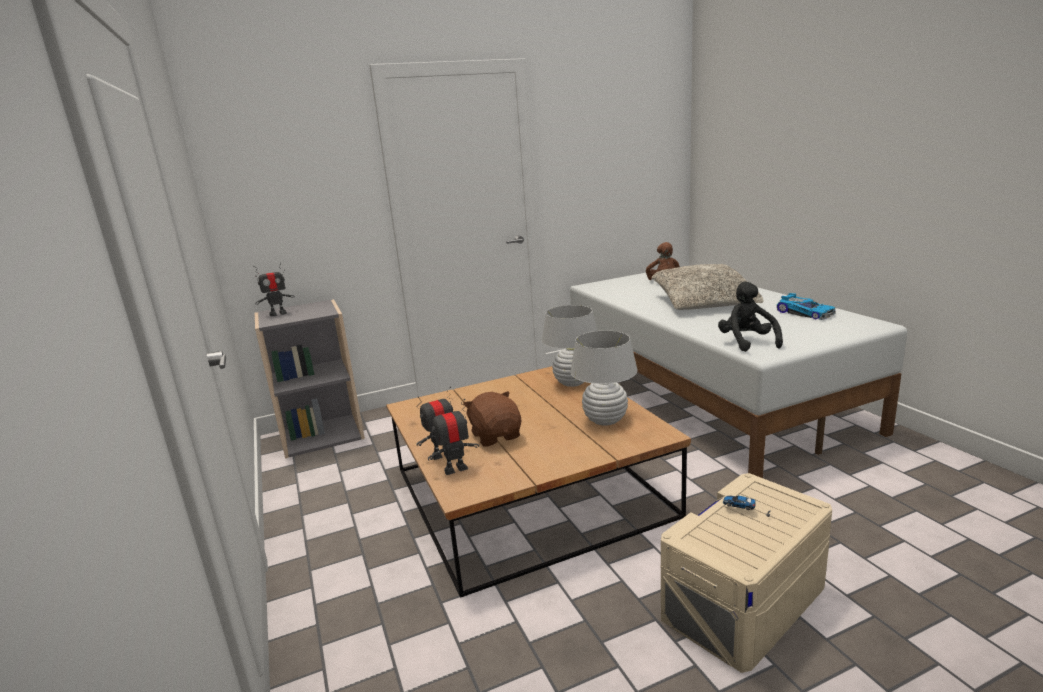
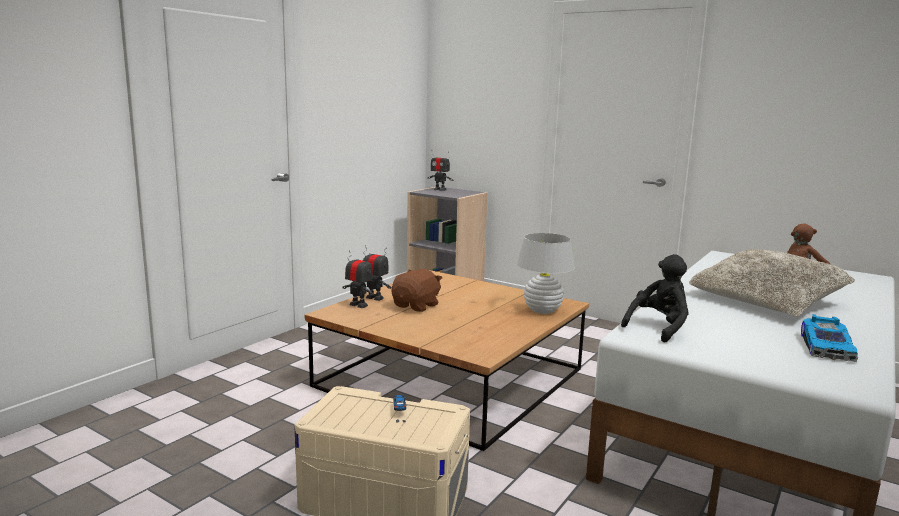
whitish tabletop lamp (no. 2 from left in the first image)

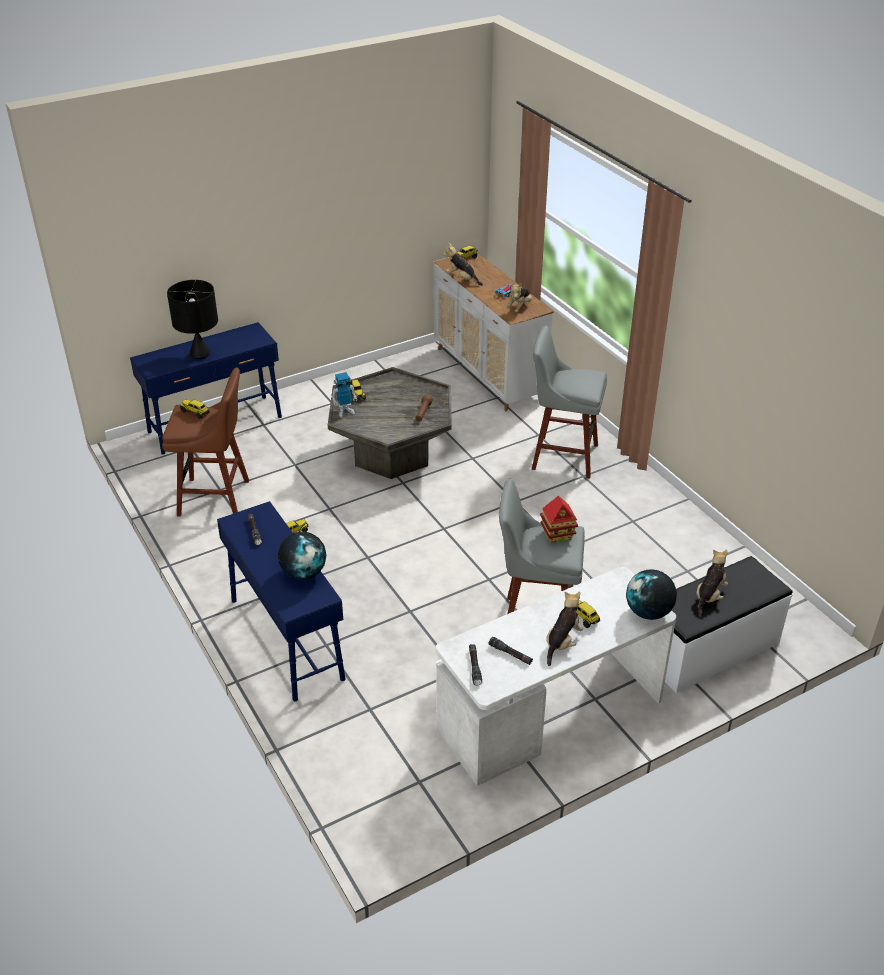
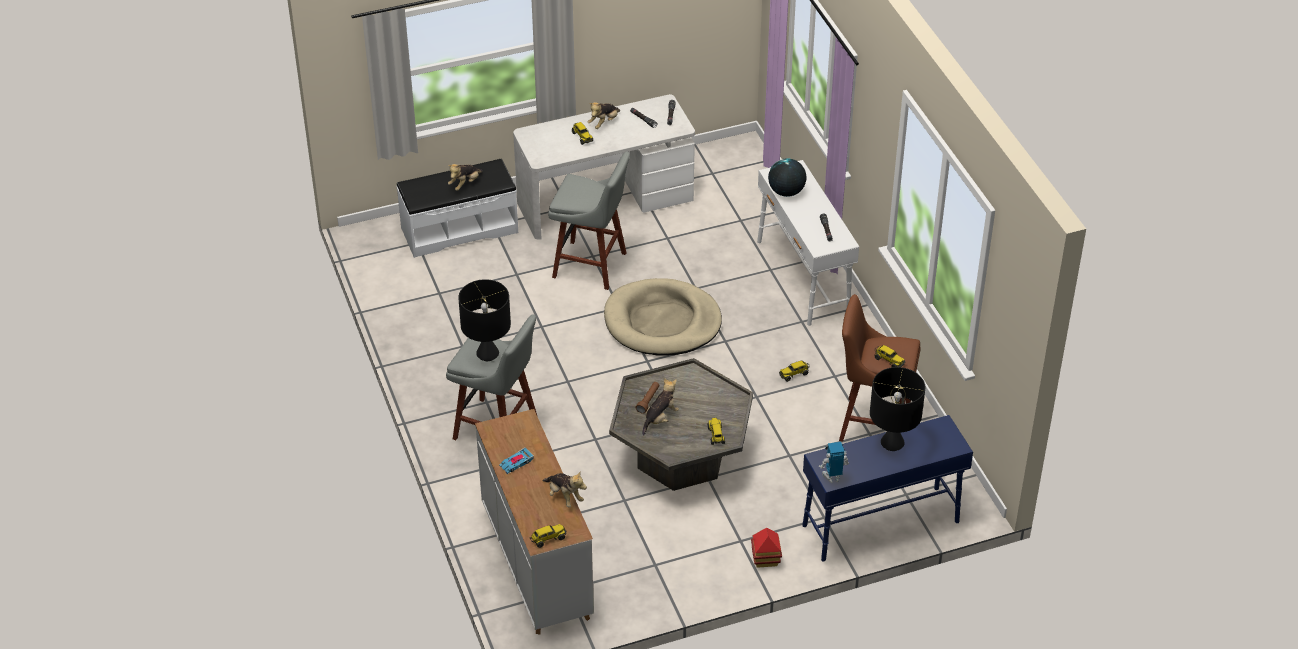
plush toy (no. 4 from left)
toy robot
miniature house
whitish hall table
desk globe (no. 2 from left in the first image)
beige-coloured dog cushion
black-coloured tabletop lamp (no. 1 from left)

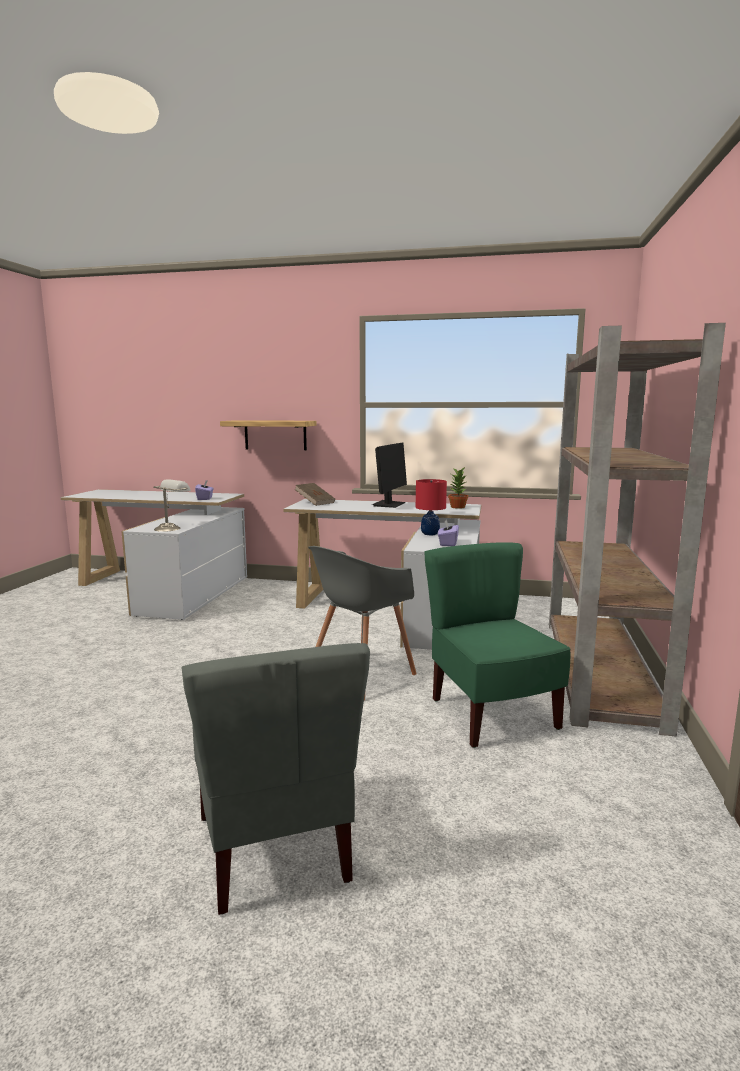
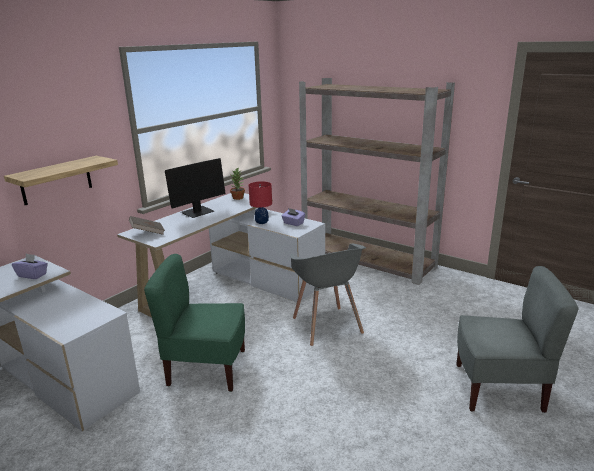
computer display
whitish tabletop lamp
greenish chair

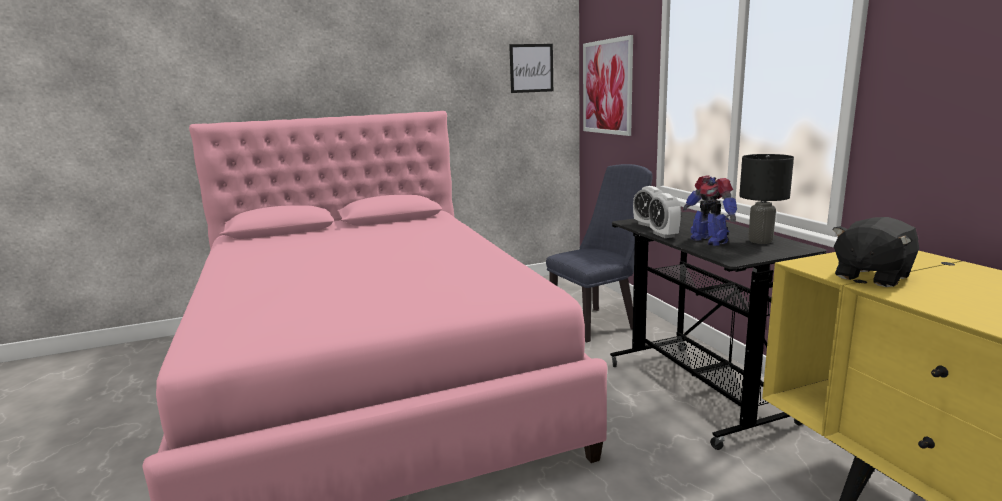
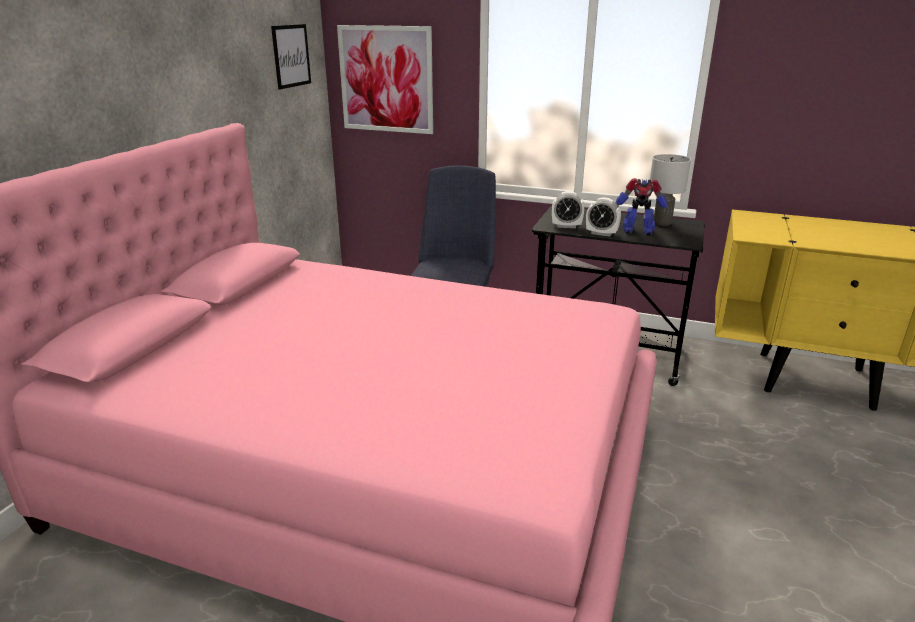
whitish tabletop lamp
black-coloured plush toy

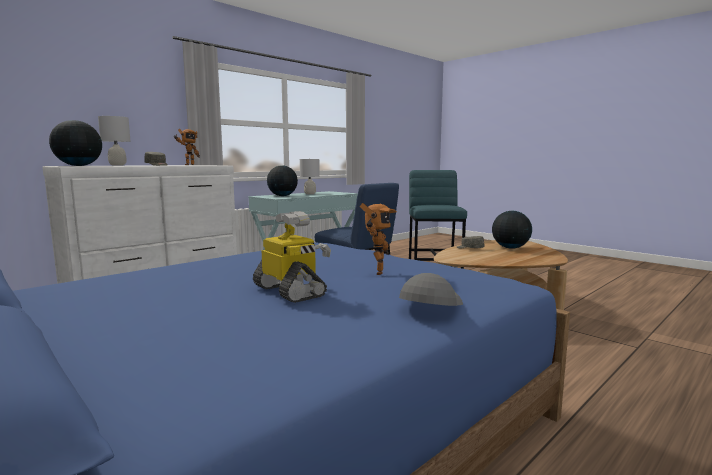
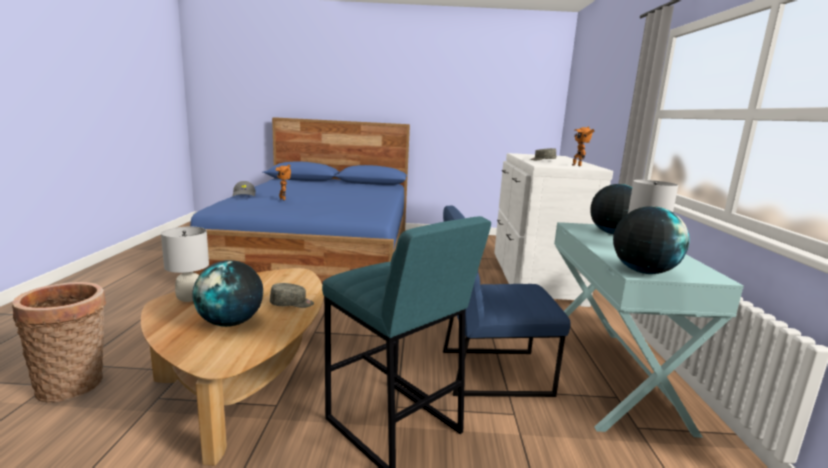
grey tabletop lamp (no. 1 from left)
desk globe (no. 3 from left)
toy robot (no. 2 from left in the first image)
storage basket

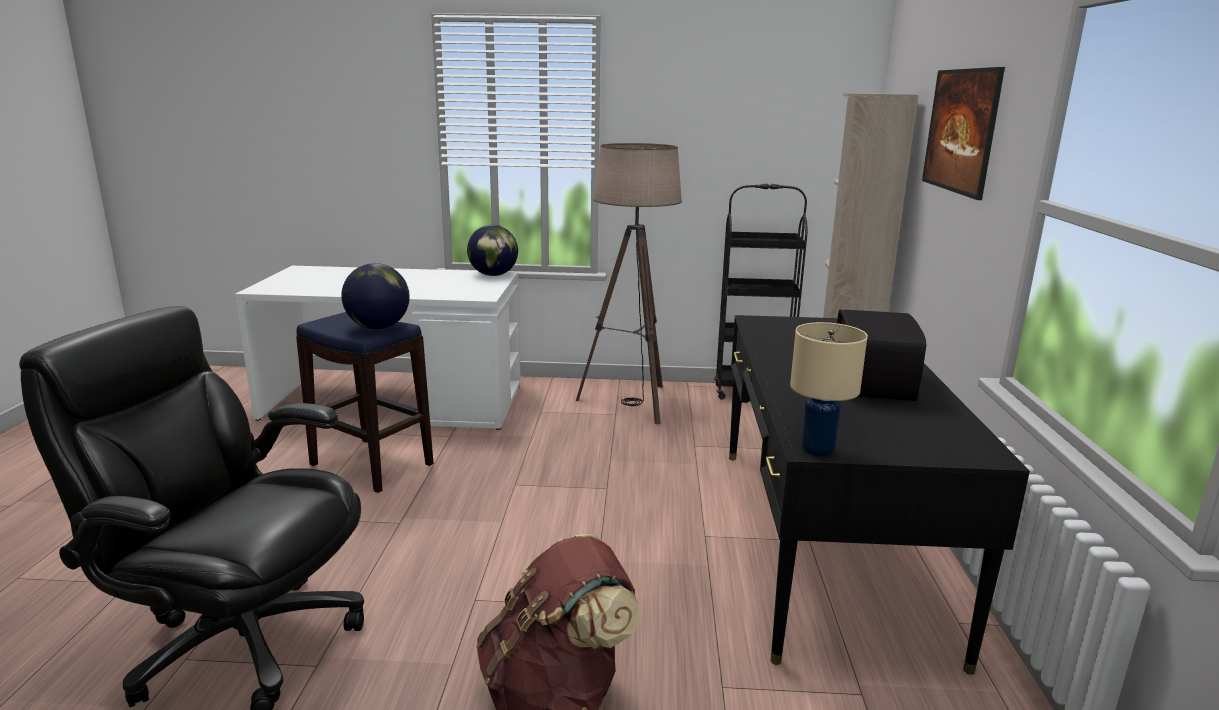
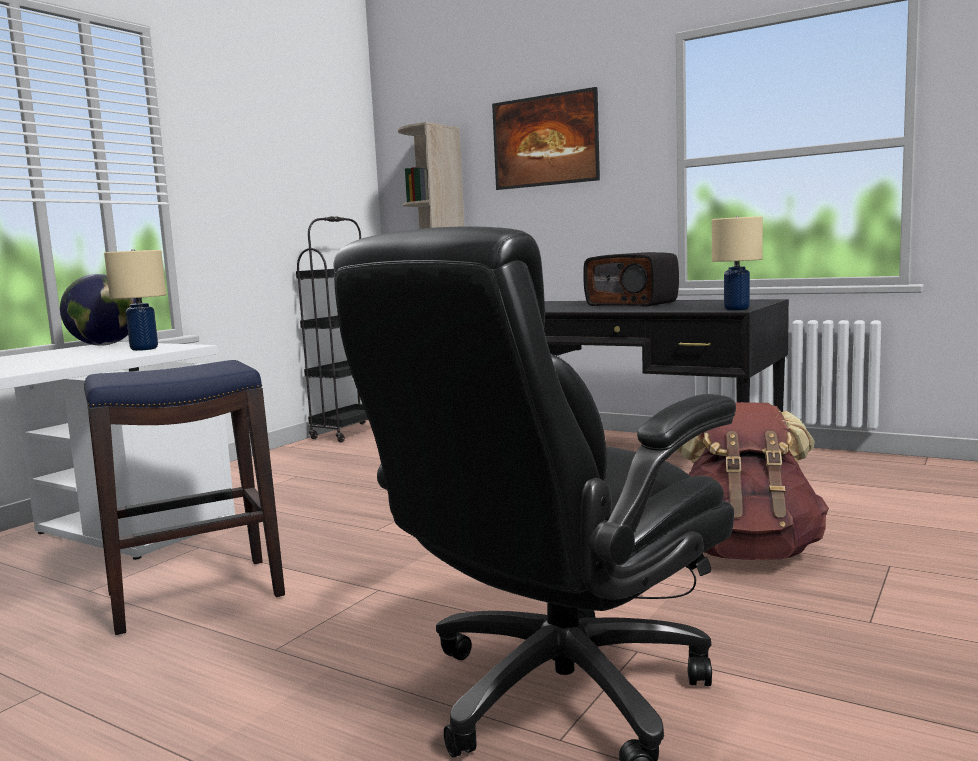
standing lamp
desk globe (no. 1 from left in the first image)
beige-coloured tabletop lamp (no. 1 from left)

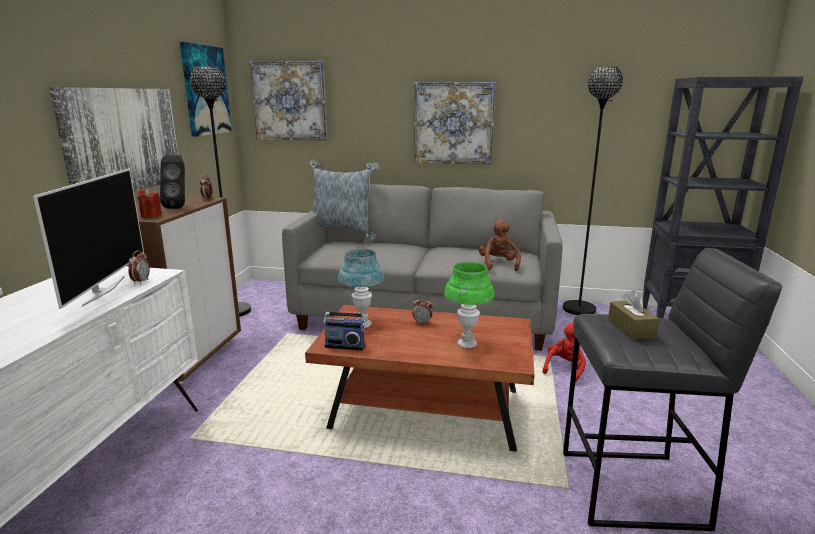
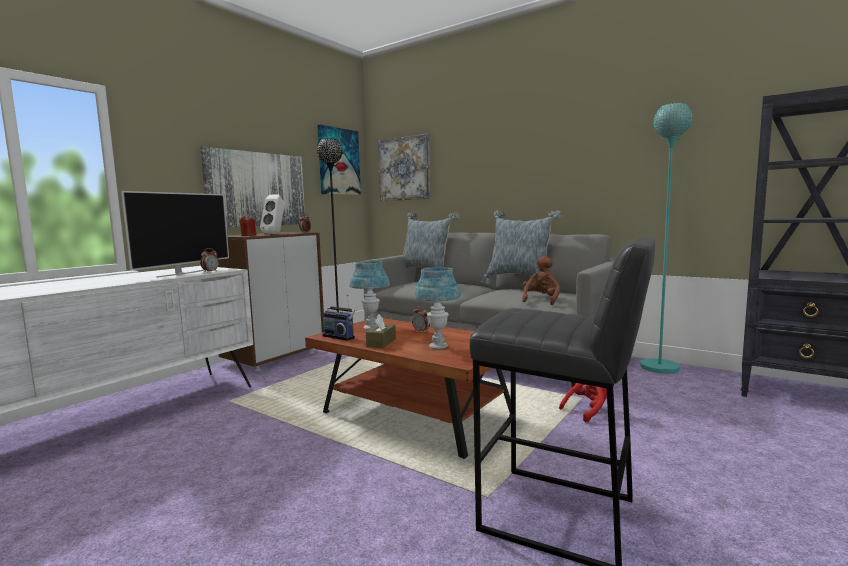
blue-green standing lamp
picture (no. 4 from left in the first image)
whitish speaker
blue tabletop lamp (no. 2 from left)
brownish tissue holder
throw pillow (no. 2 from left)

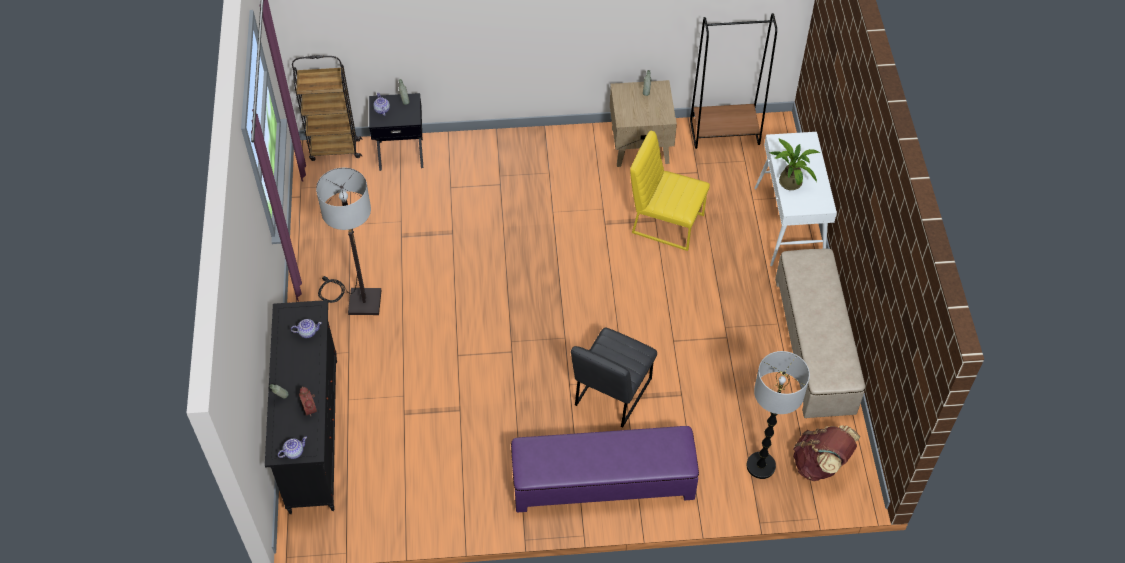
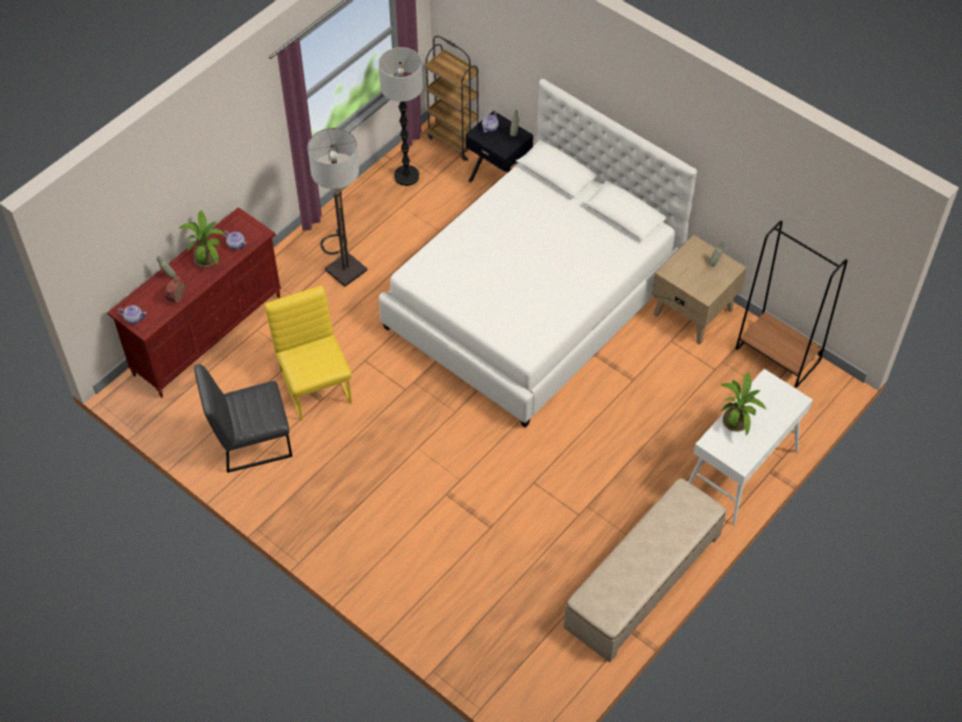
yellow-coloured chair
red dresser
grey chair
standing lamp (no. 2 from left)
brownish rucksack
purplish bench
whitish bed
potted plant (no. 1 from left)

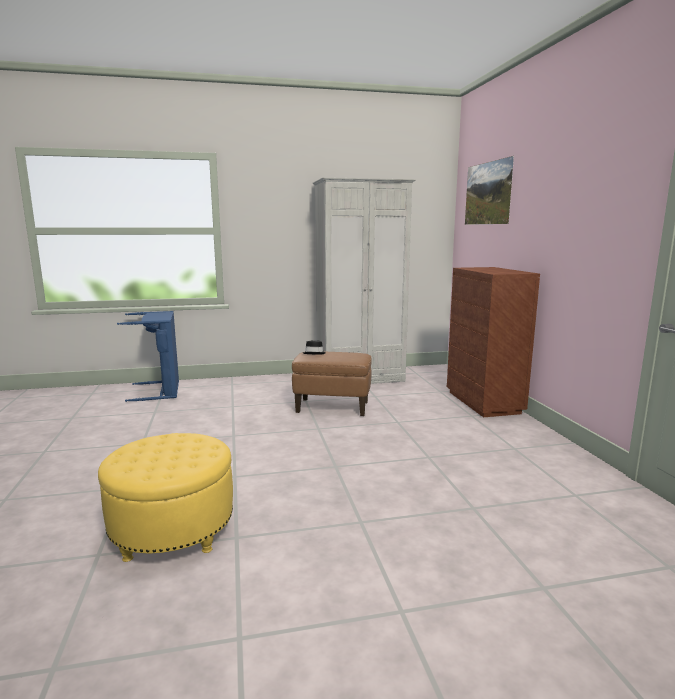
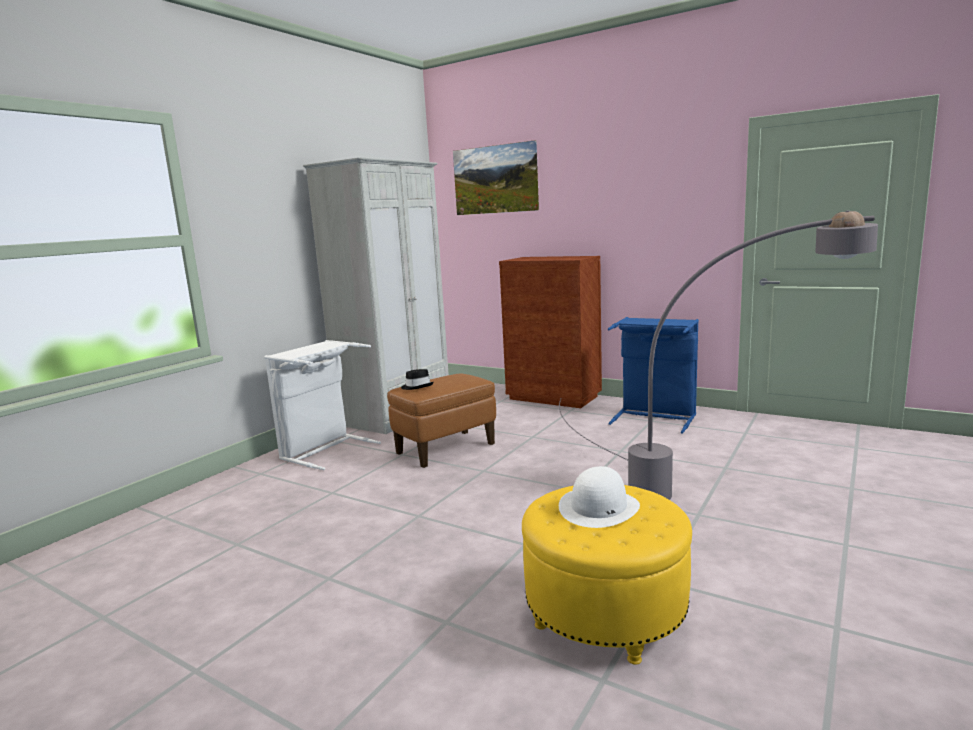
blue washing basket
grey standing lamp
whitish washing basket
whitish hat

